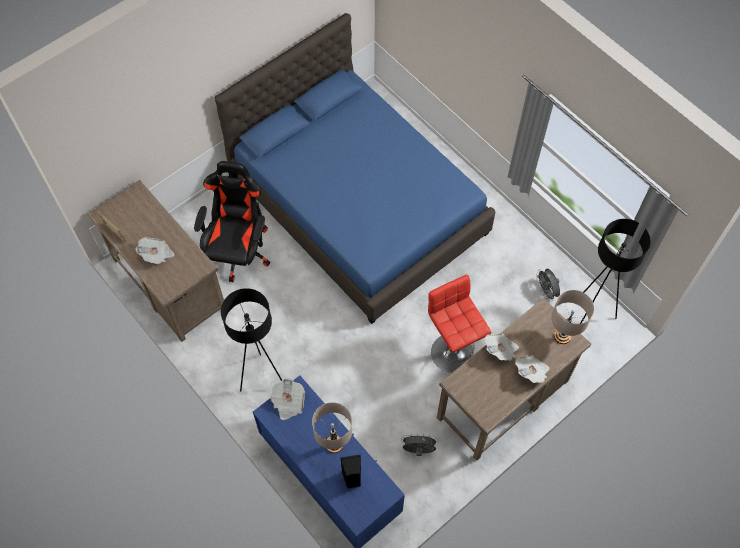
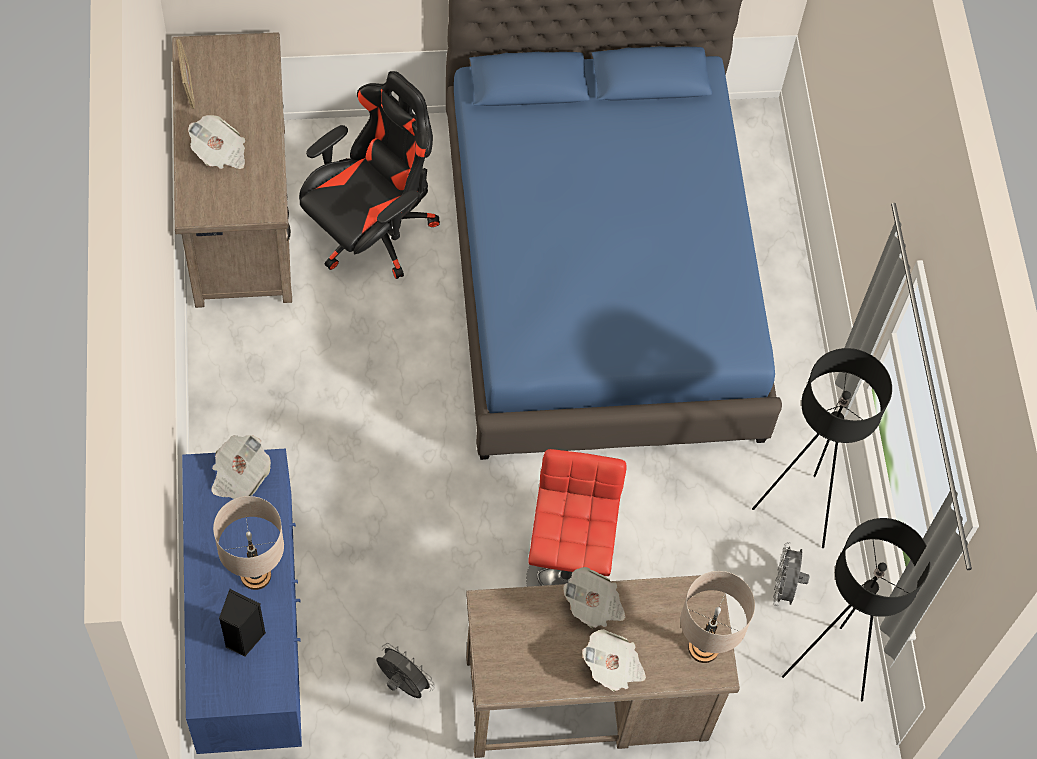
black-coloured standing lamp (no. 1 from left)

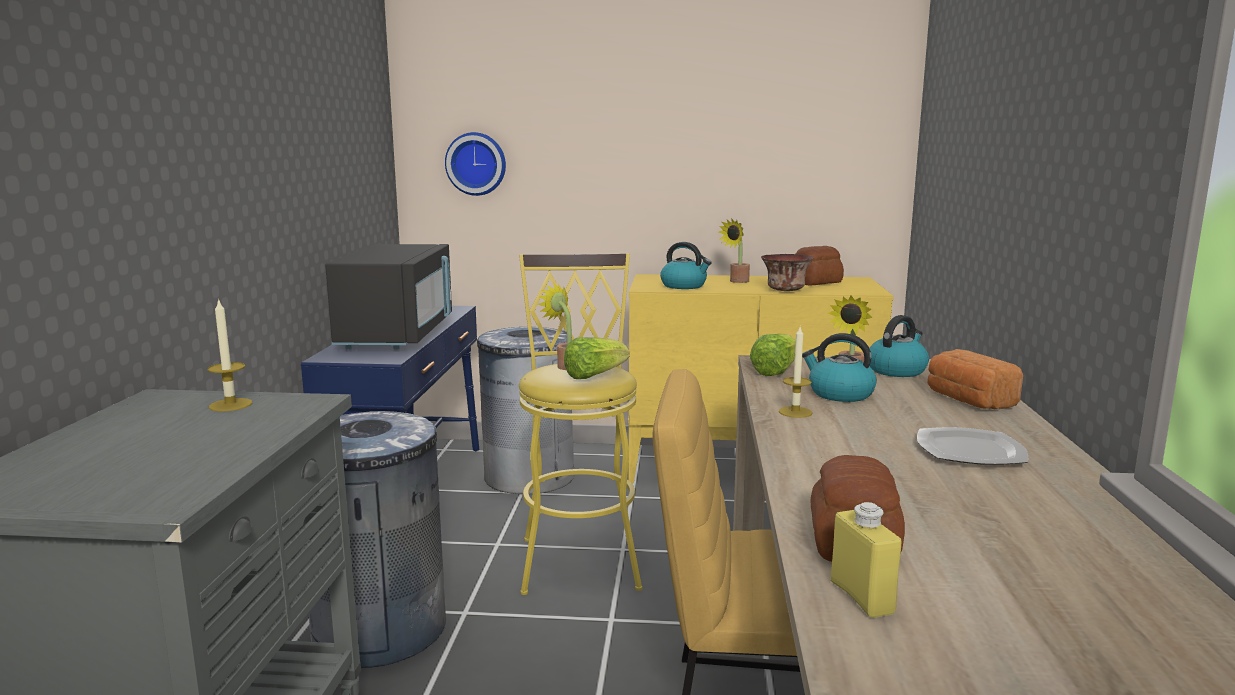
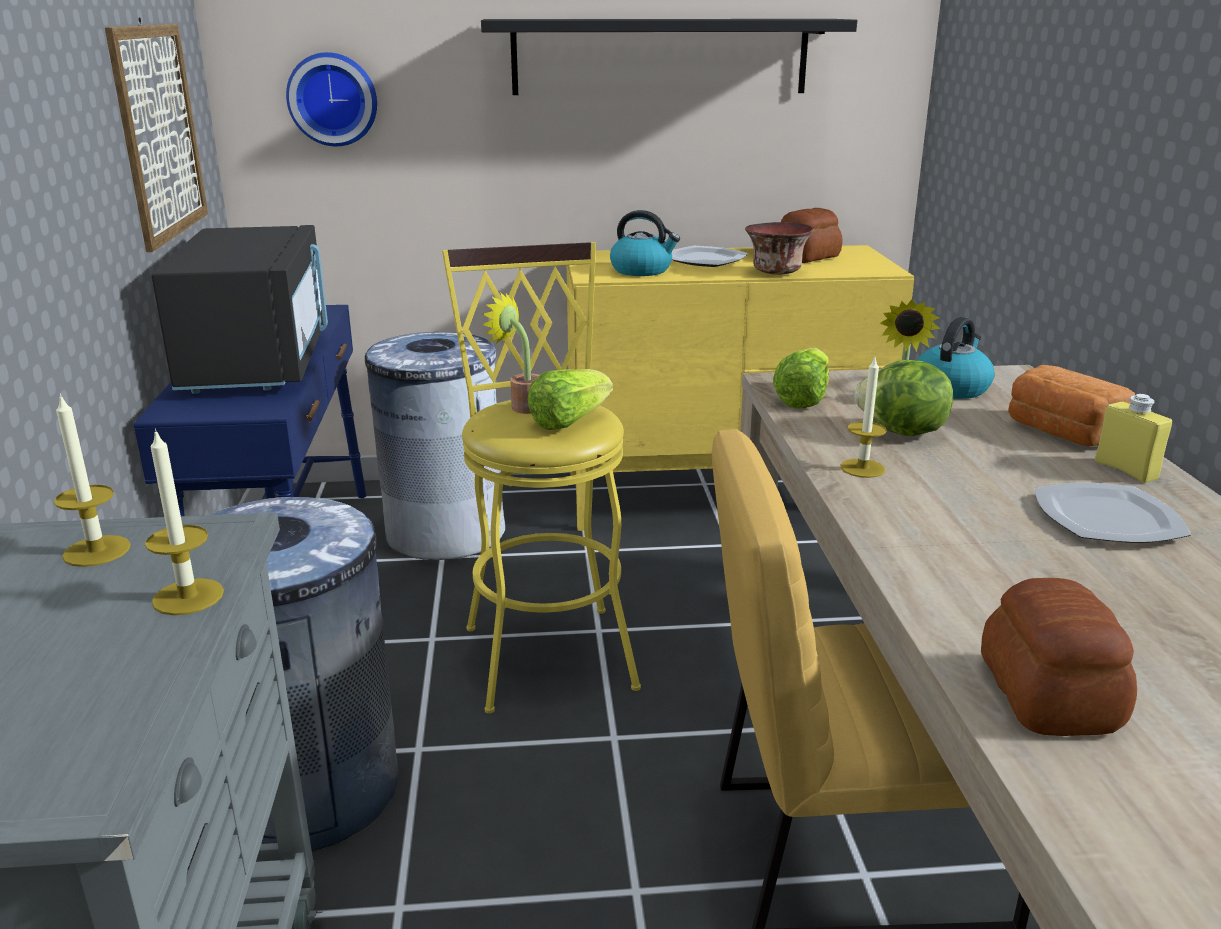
flat dish (no. 1 from left)
lettuce head (no. 3 from left)
yellow-coloured bottle
picture
black-coloured wall shelf
wax candle (no. 2 from left)

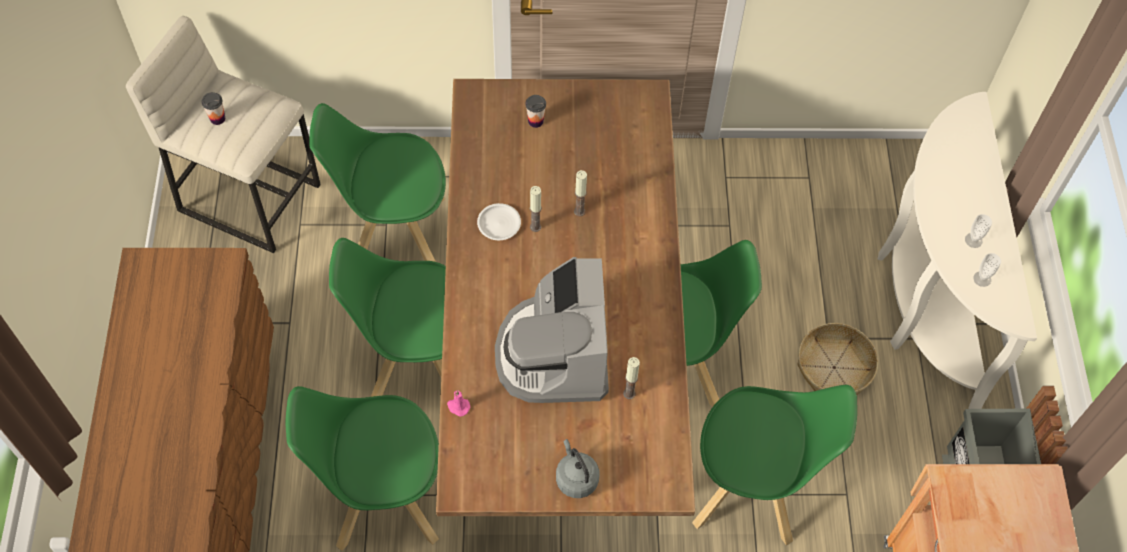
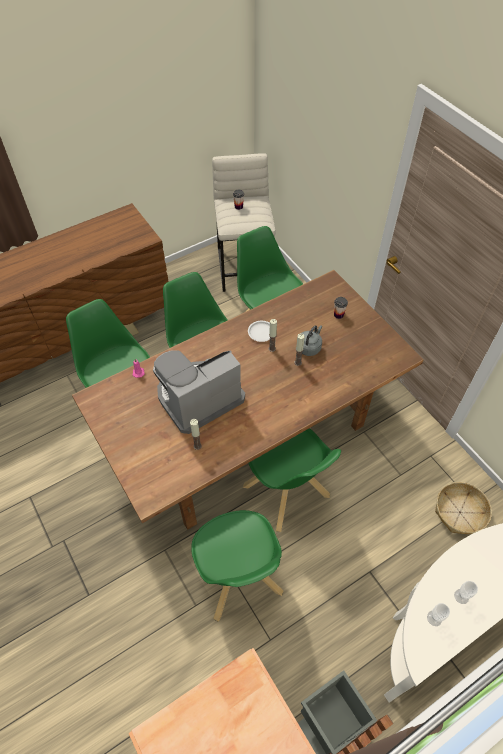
storage basket
grey kettle

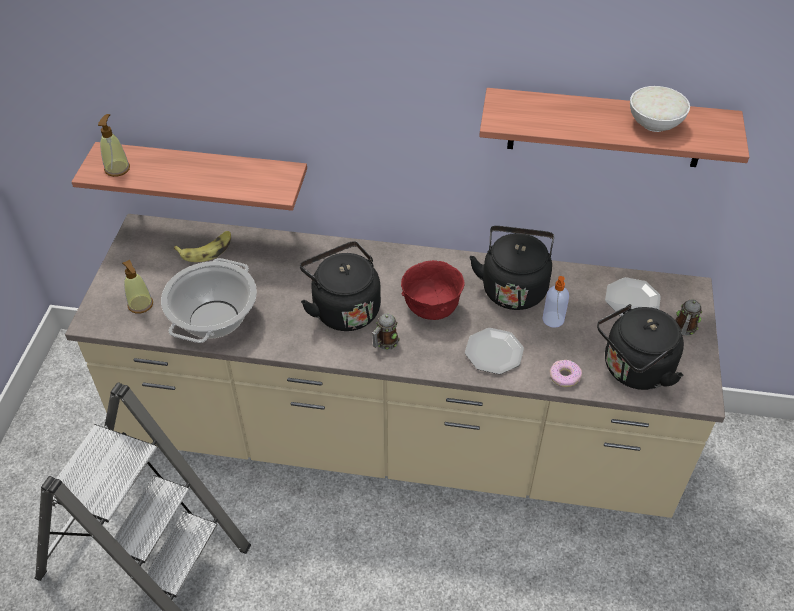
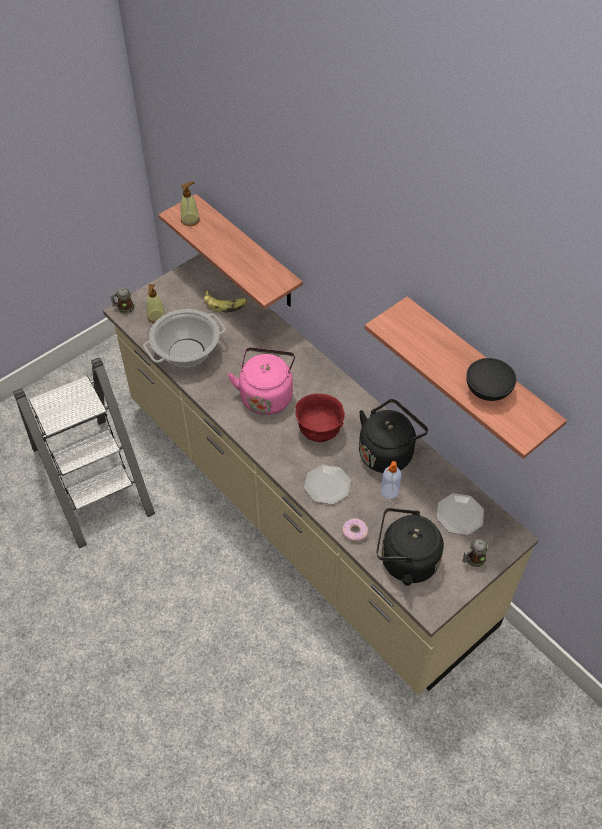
black-coloured serving bowl
pinkish kettle
tea mug (no. 1 from left)

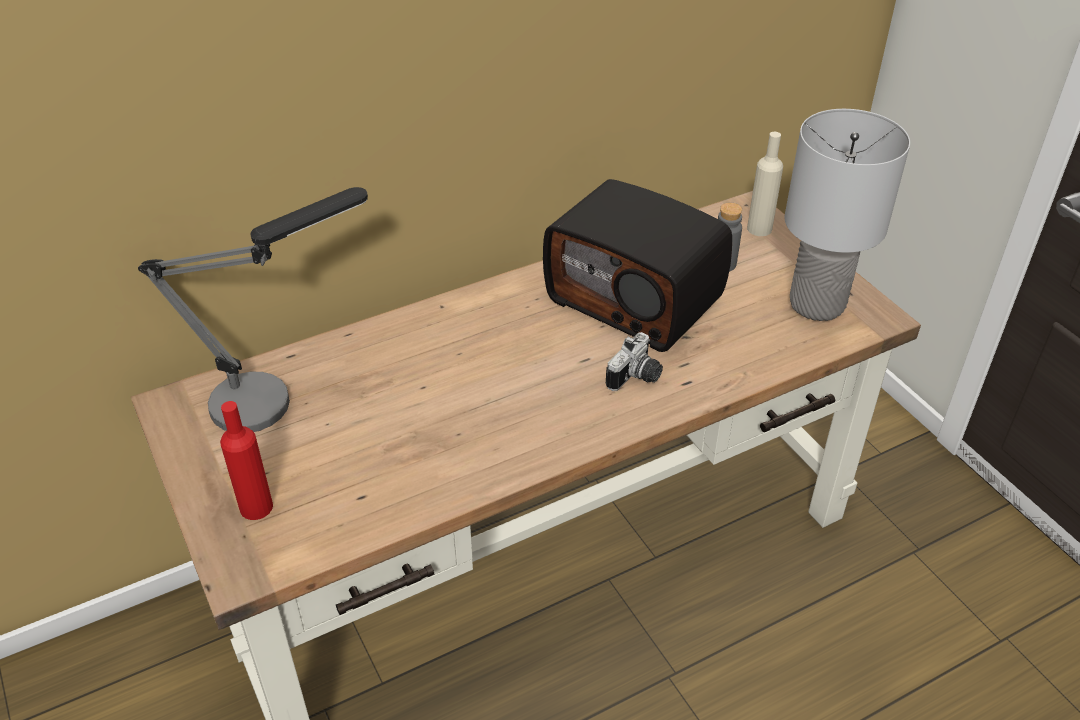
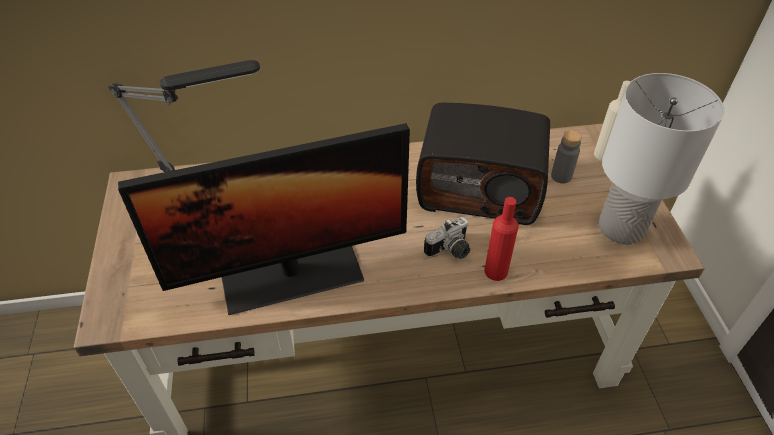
radio set
red bottle
computer display

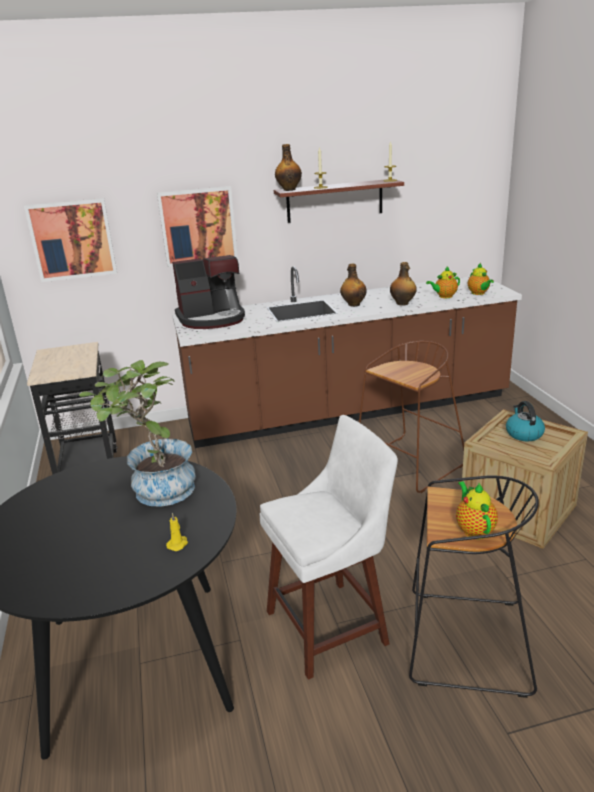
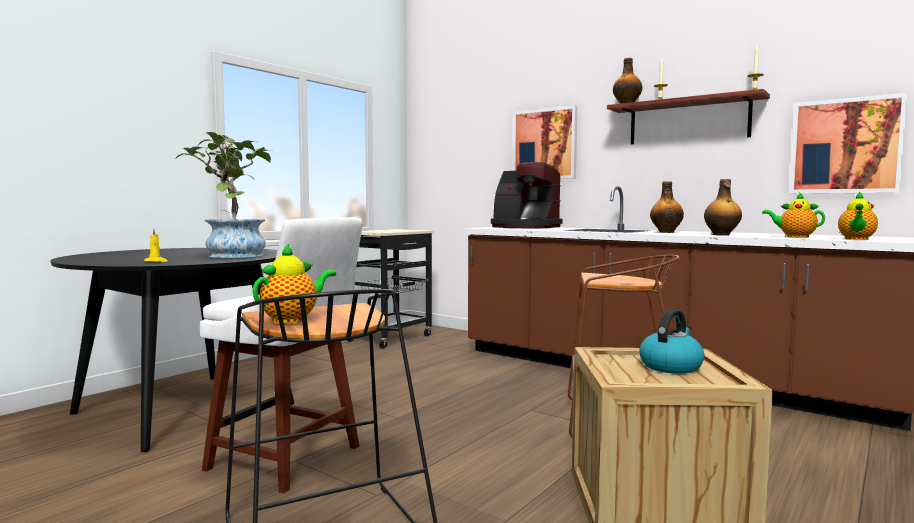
picture (no. 2 from left)

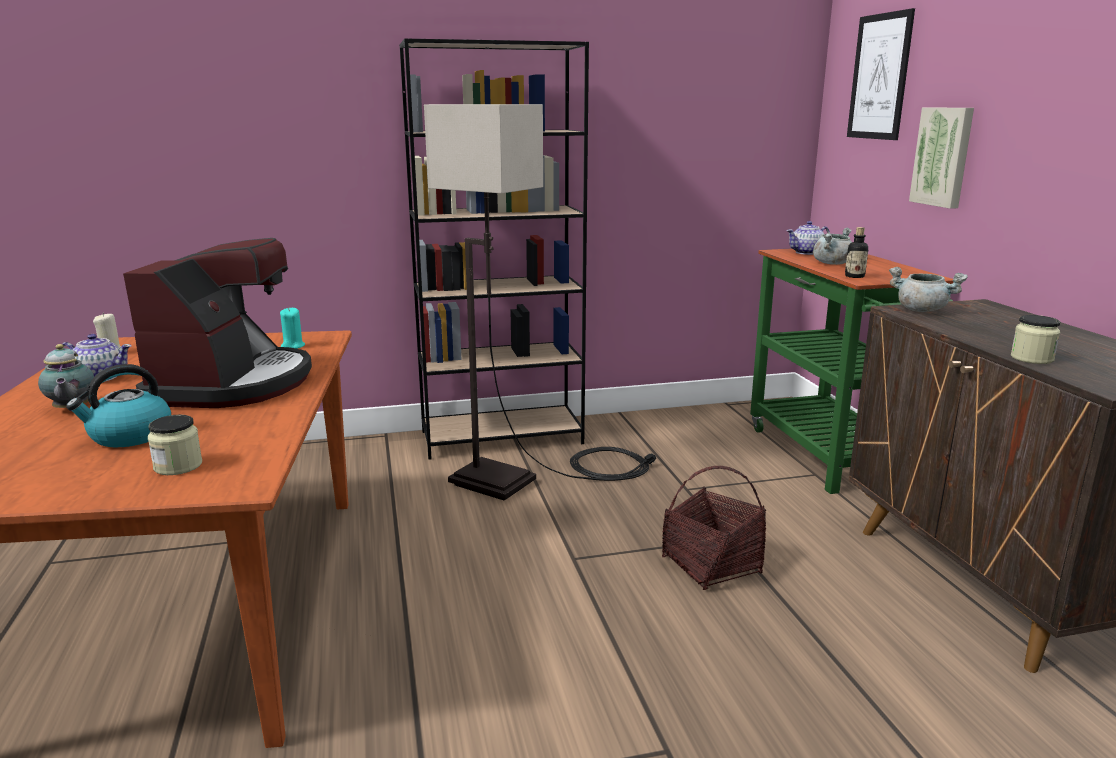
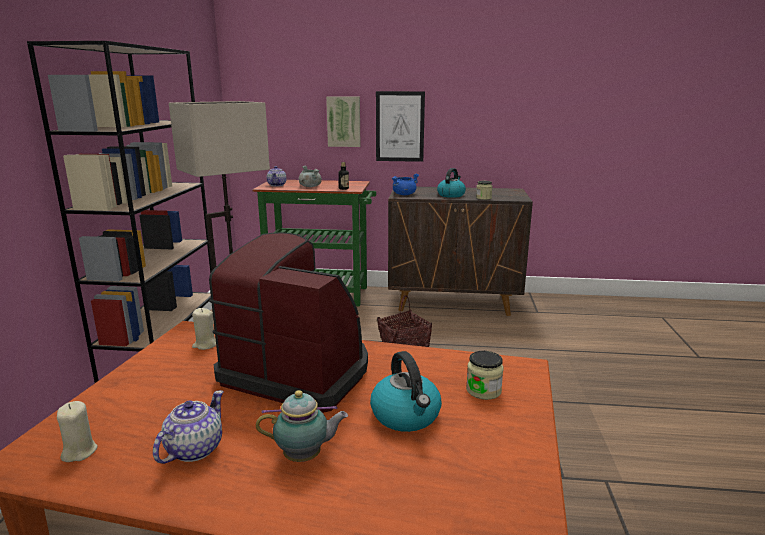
picture (no. 2 from left)
blue saucepot
beige-coloured wax candle (no. 2 from left)
kettle (no. 2 from left)

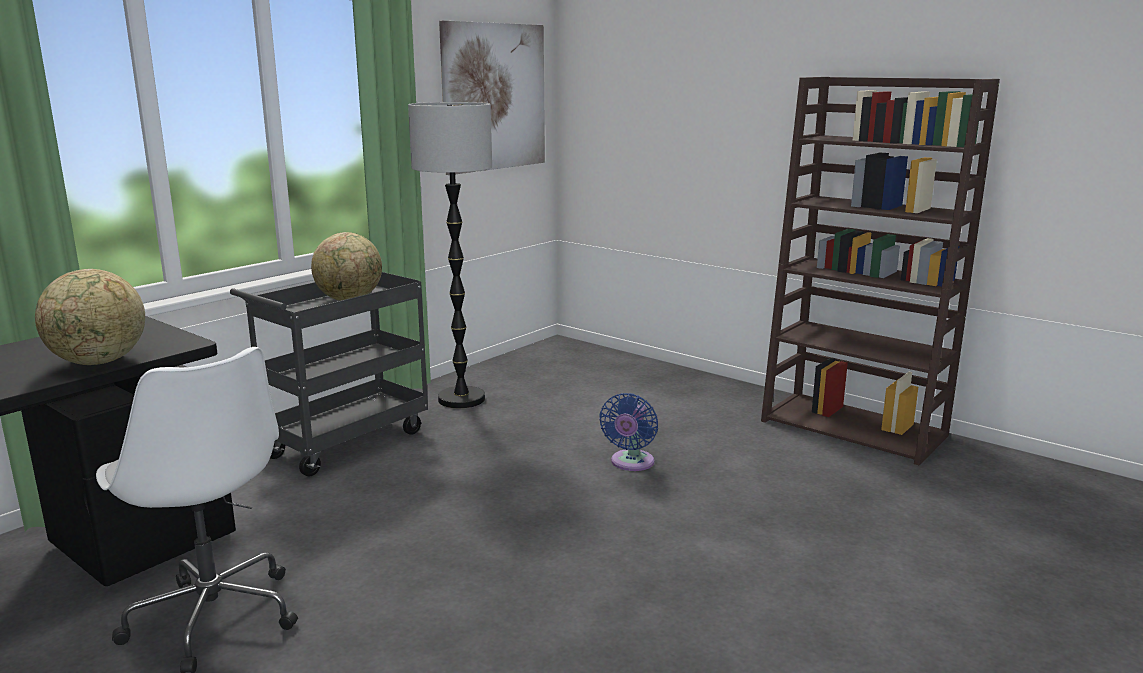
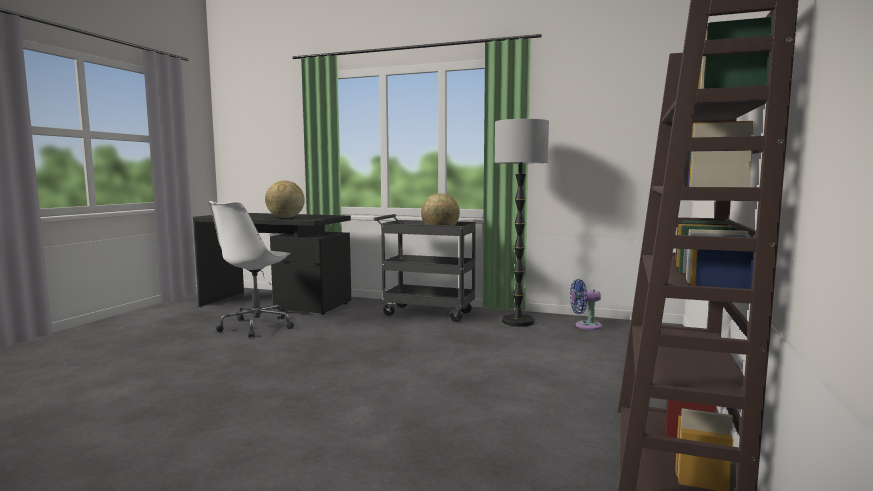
picture
blue fan

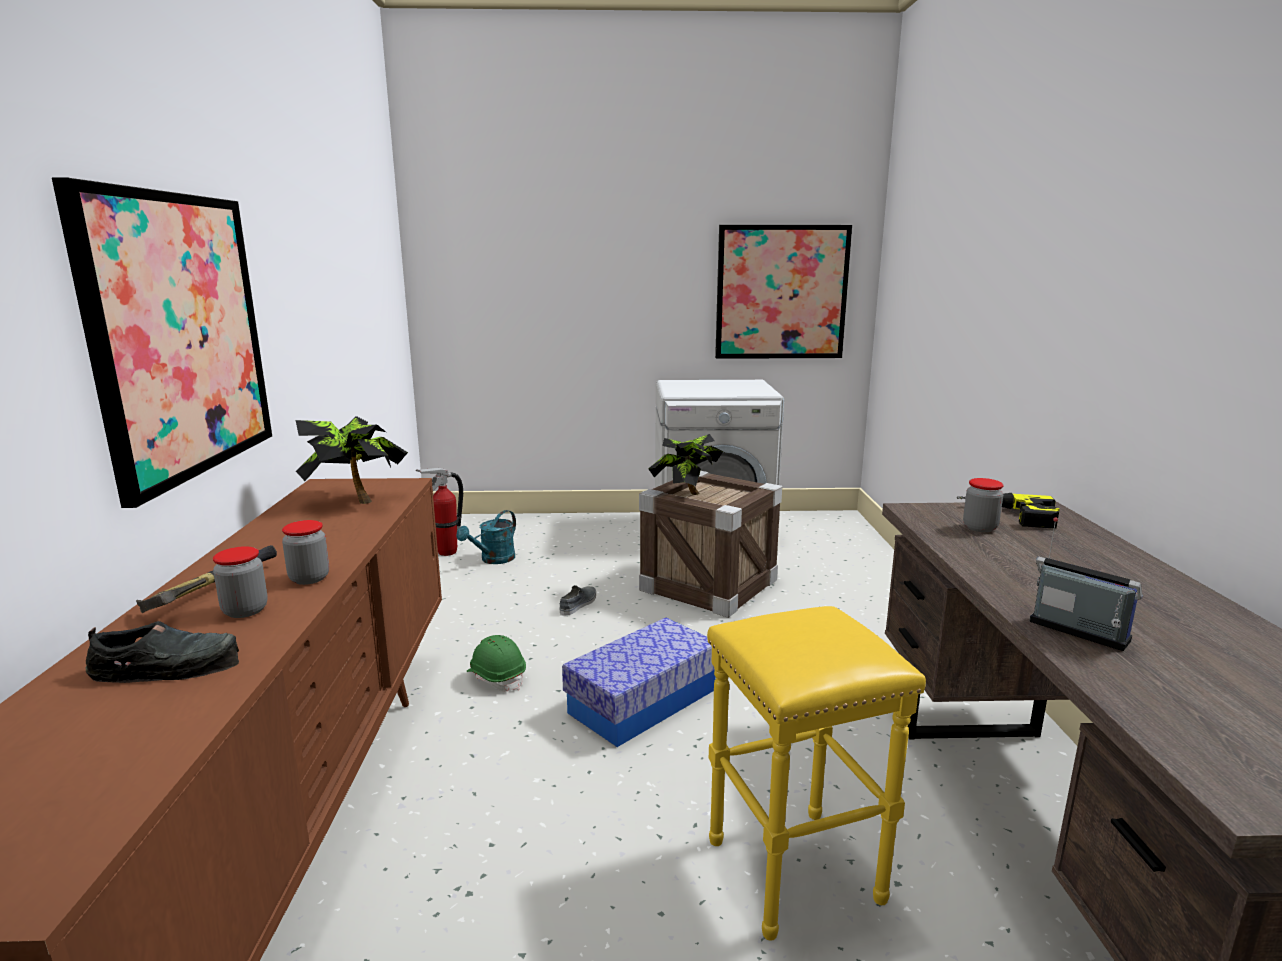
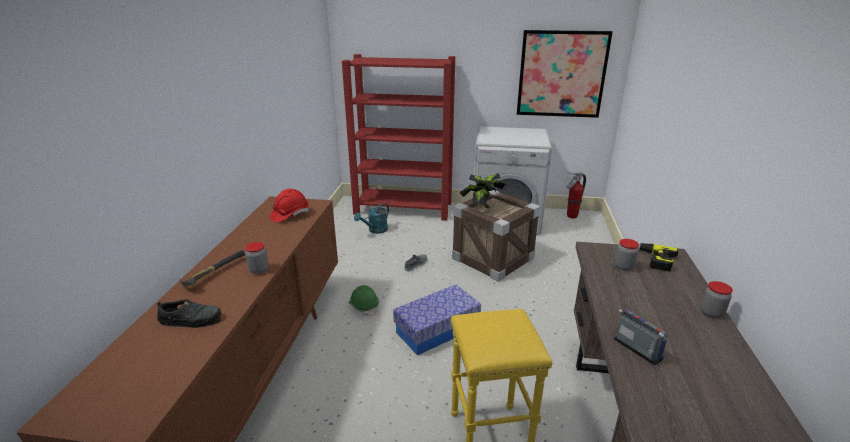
picture (no. 1 from left in the first image)
red work helmet
fire-fighting cylinder
preserve jar (no. 3 from left)
red bookcase

